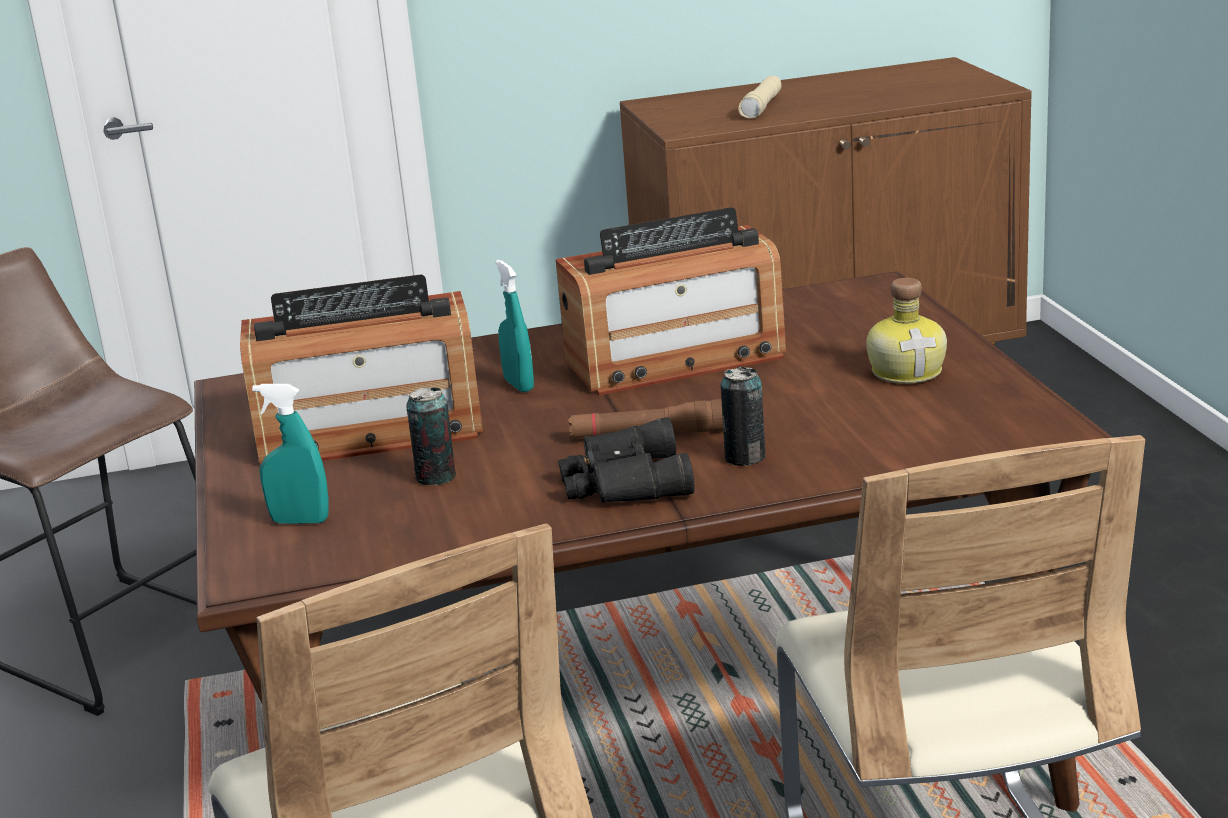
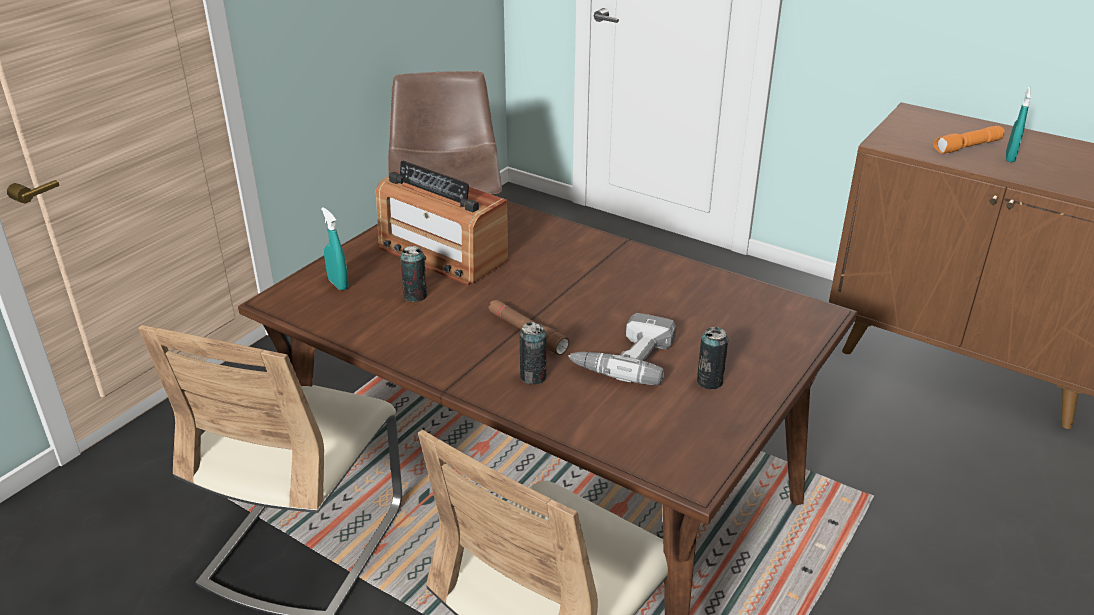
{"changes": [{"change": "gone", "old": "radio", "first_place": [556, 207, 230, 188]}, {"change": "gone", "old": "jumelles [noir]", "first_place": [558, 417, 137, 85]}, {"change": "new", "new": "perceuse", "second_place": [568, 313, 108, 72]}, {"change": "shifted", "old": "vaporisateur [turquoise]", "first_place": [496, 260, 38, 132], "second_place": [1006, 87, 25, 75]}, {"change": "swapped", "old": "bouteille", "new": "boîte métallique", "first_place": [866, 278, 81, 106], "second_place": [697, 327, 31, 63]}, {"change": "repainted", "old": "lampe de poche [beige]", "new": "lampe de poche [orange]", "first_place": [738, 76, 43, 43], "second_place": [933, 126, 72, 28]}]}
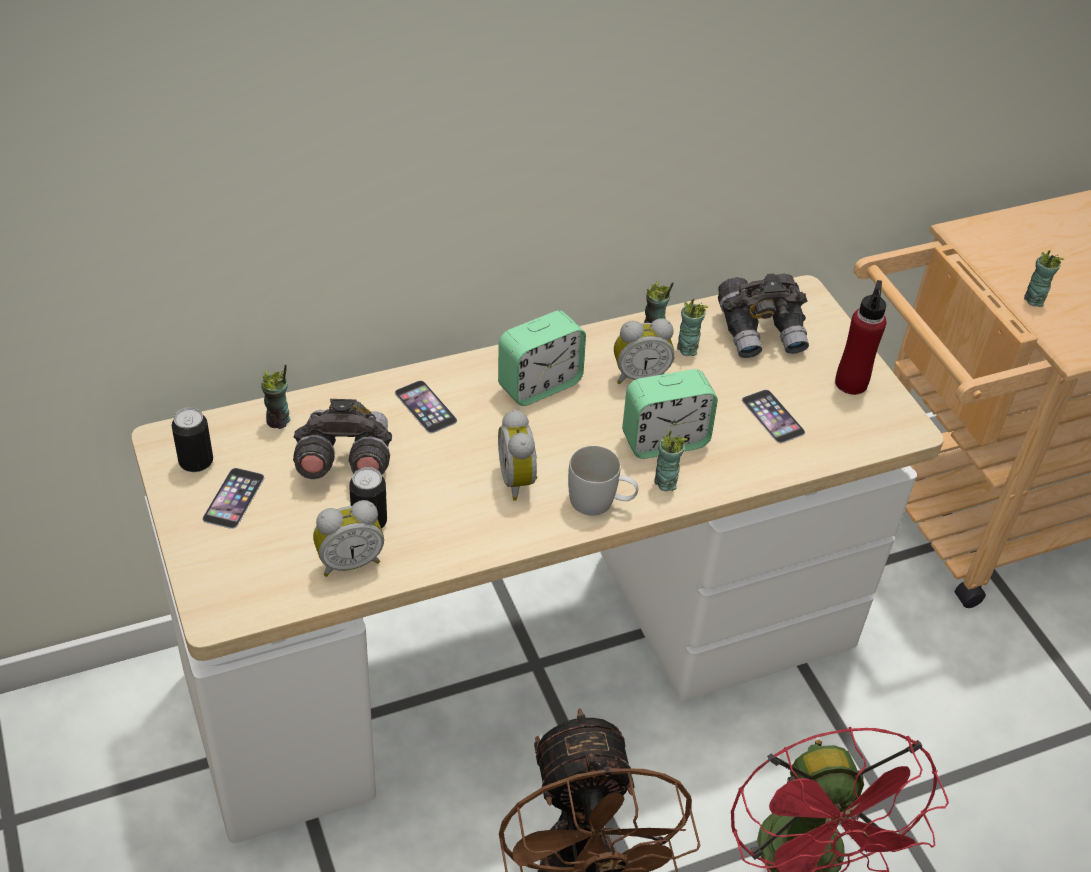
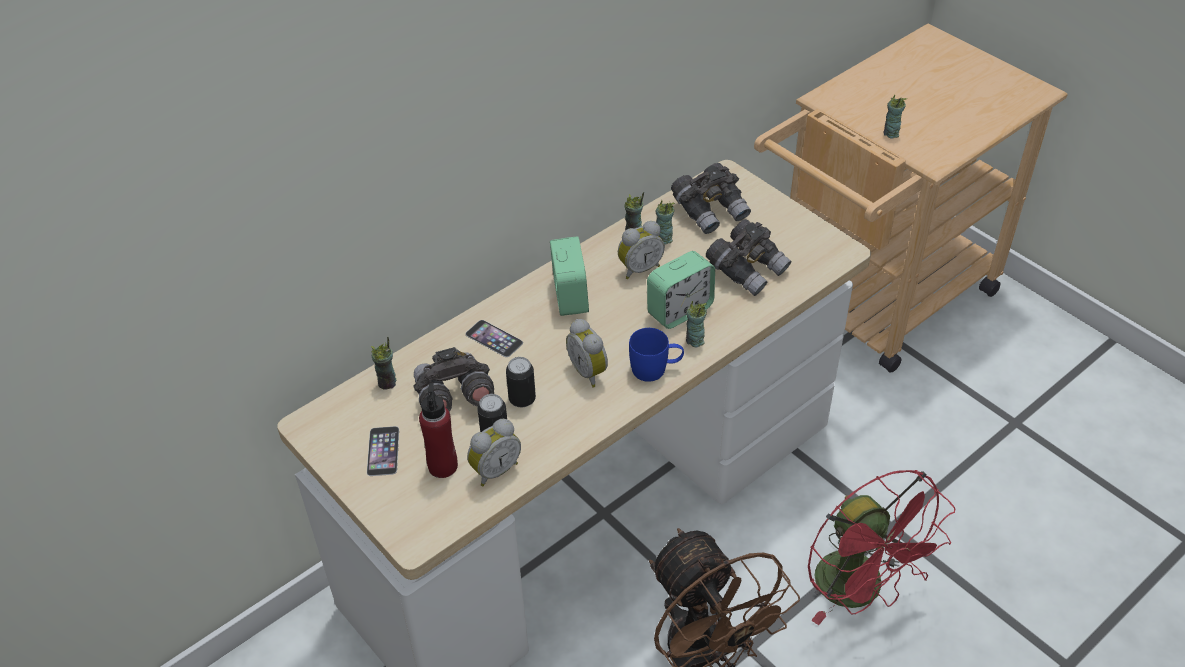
{"changes": [{"change": "shifted", "old": "boîte métallique", "first_place": [172, 407, 41, 65], "second_place": [506, 357, 30, 50]}, {"change": "shifted", "old": "bouteille [rouge]", "first_place": [835, 280, 52, 115], "second_place": [419, 382, 39, 96]}, {"change": "swapped", "old": "téléphone", "new": "jumelles [gris]", "first_place": [742, 389, 63, 54], "second_place": [706, 219, 86, 77]}, {"change": "repainted", "old": "mug [blanc]", "new": "mug [bleu]", "first_place": [568, 446, 70, 69], "second_place": [629, 328, 55, 54]}, {"change": "rotated", "old": "réveil", "first_place": [498, 310, 88, 96], "second_place": [550, 236, 39, 80], "degrees": -45}]}
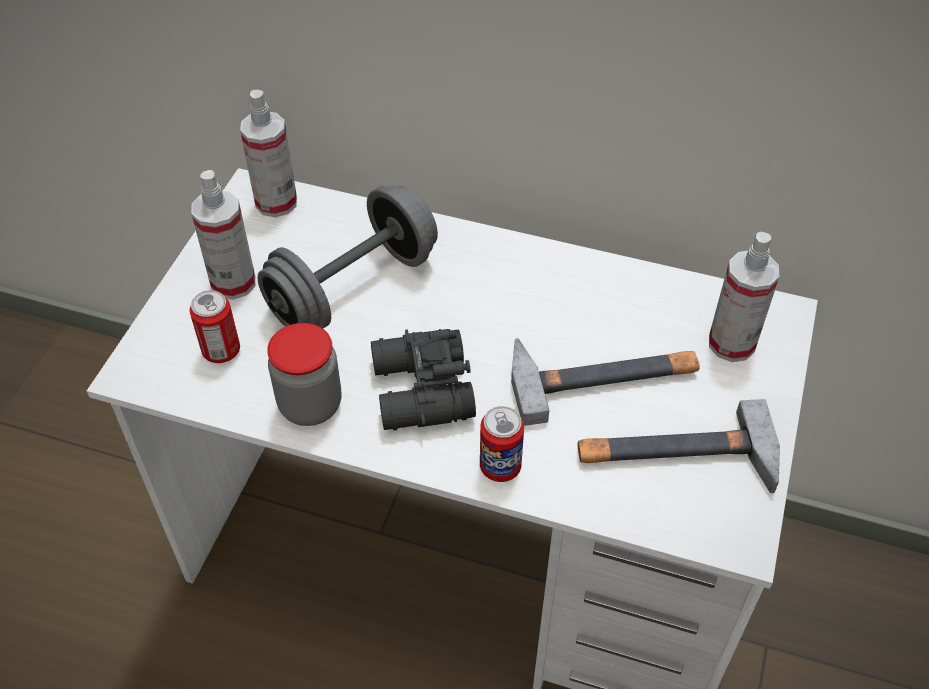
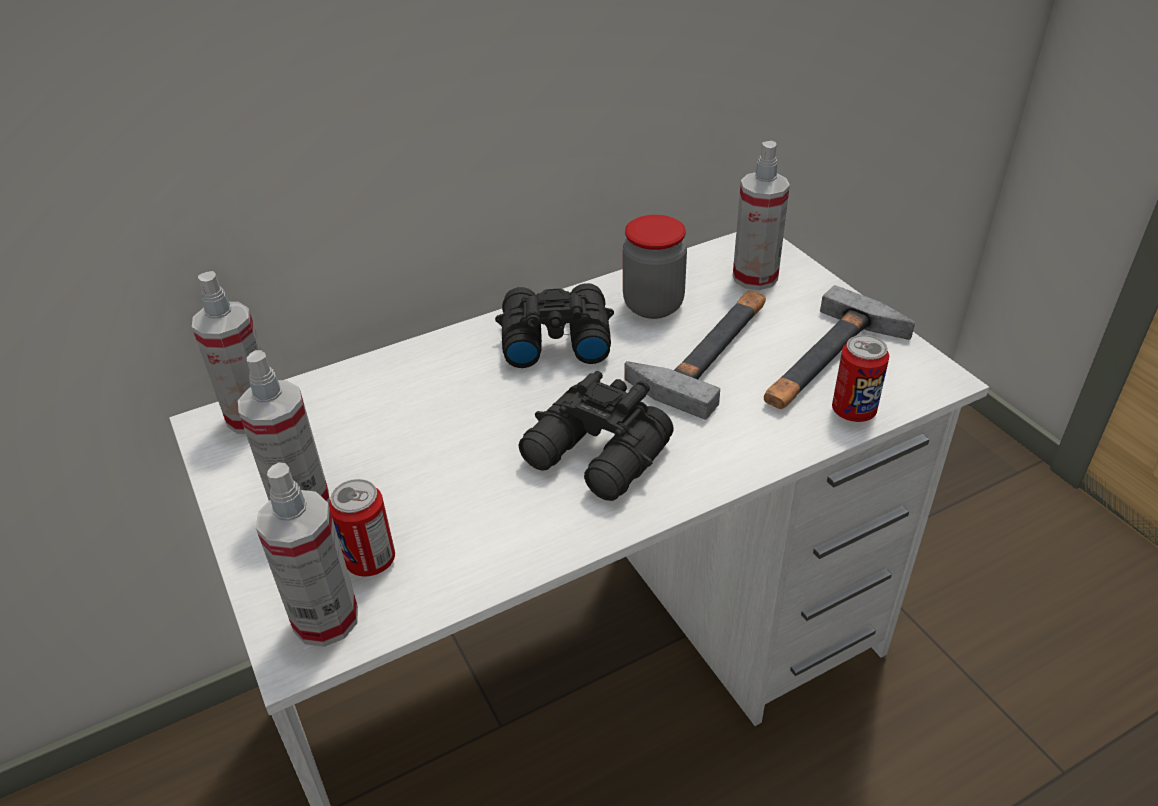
{"changes": [{"change": "gone", "old": "haltère [gris]", "first_place": [258, 186, 180, 143]}, {"change": "new", "new": "vaporisateur", "second_place": [256, 462, 102, 185]}, {"change": "new", "new": "jumelles [noir]", "second_place": [495, 283, 119, 85]}, {"change": "shifted", "old": "bocal", "first_place": [267, 323, 75, 103], "second_place": [623, 215, 64, 104]}, {"change": "shifted", "old": "boîte métallique", "first_place": [480, 406, 44, 76], "second_place": [832, 335, 57, 87]}]}
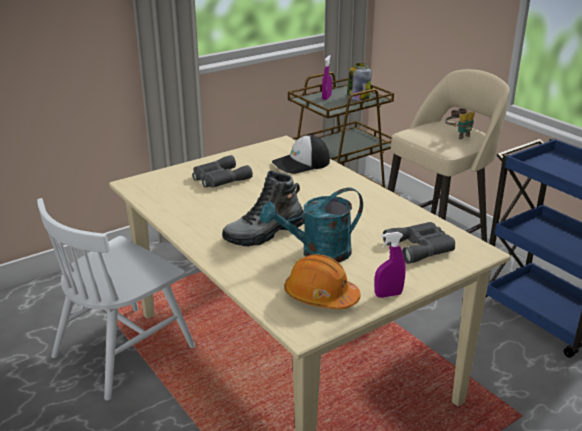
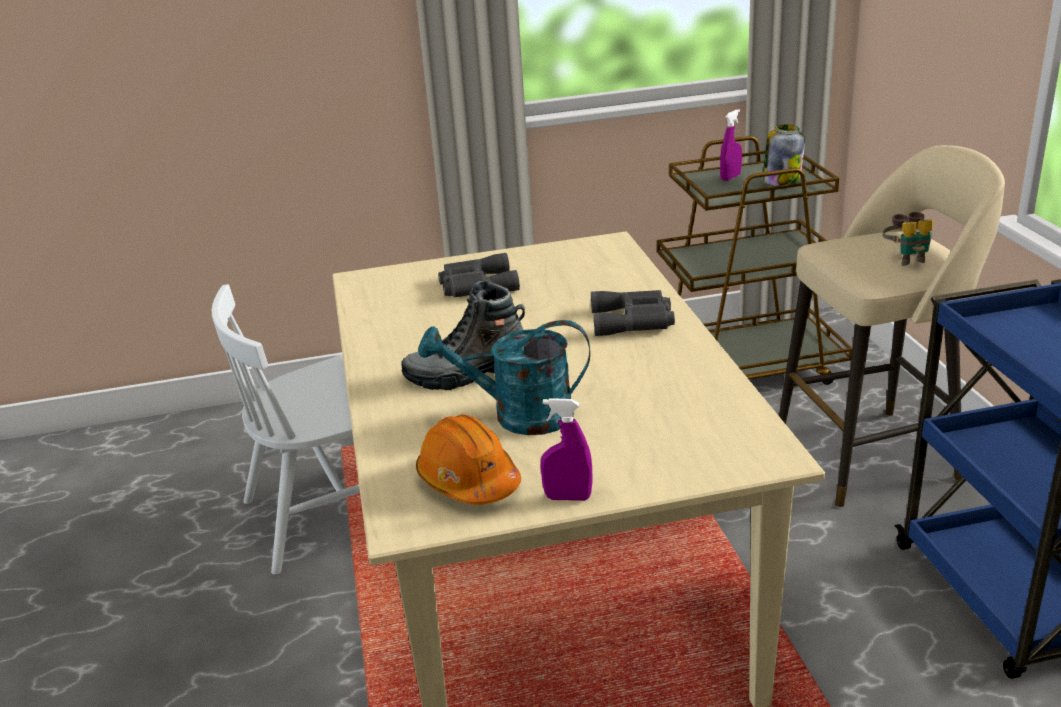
{"changes": [{"change": "gone", "old": "casquette", "first_place": [272, 135, 58, 39]}, {"change": "shifted", "old": "jumelles [gris]", "first_place": [383, 222, 72, 42], "second_place": [591, 290, 84, 46]}]}
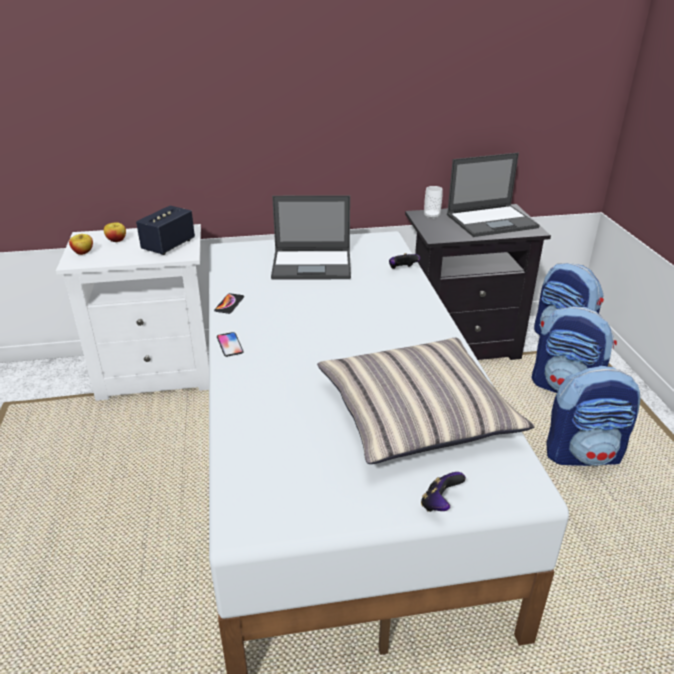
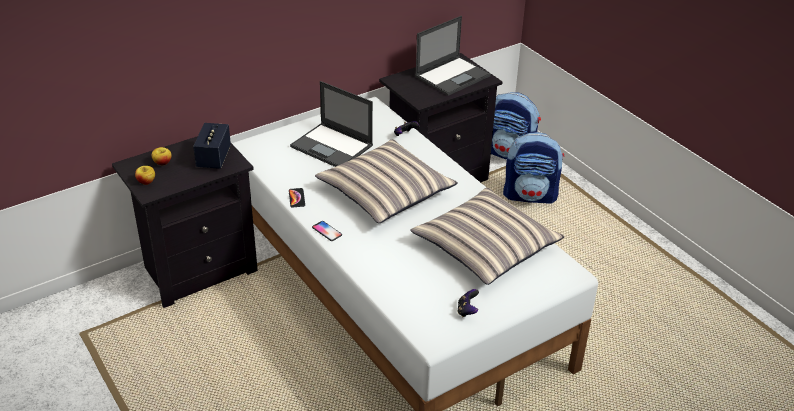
{"changes": [{"change": "gone", "old": "tasse", "first_place": [424, 186, 18, 33]}, {"change": "gone", "old": "sac à dos", "first_place": [546, 366, 94, 100]}, {"change": "new", "new": "coussin", "second_place": [315, 139, 143, 84]}, {"change": "shifted", "old": "manette", "first_place": [421, 472, 45, 40], "second_place": [457, 289, 22, 28]}, {"change": "repainted", "old": "table de chevet [blanc]", "new": "table de chevet [noir]", "first_place": [56, 224, 153, 177], "second_place": [112, 136, 146, 172]}, {"change": "rotated", "old": "ordinateur portable", "first_place": [271, 195, 80, 85], "second_place": [290, 81, 83, 86], "degrees": 60}]}
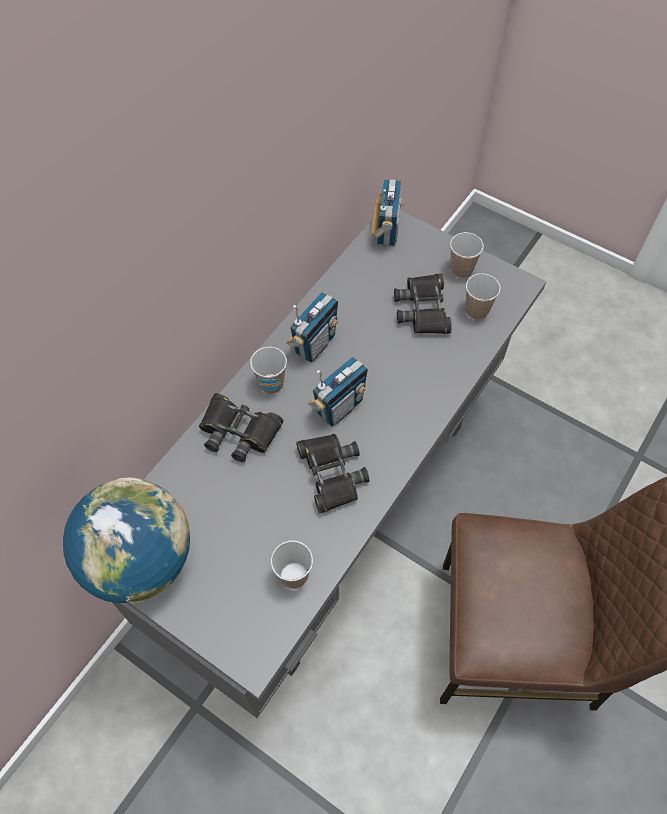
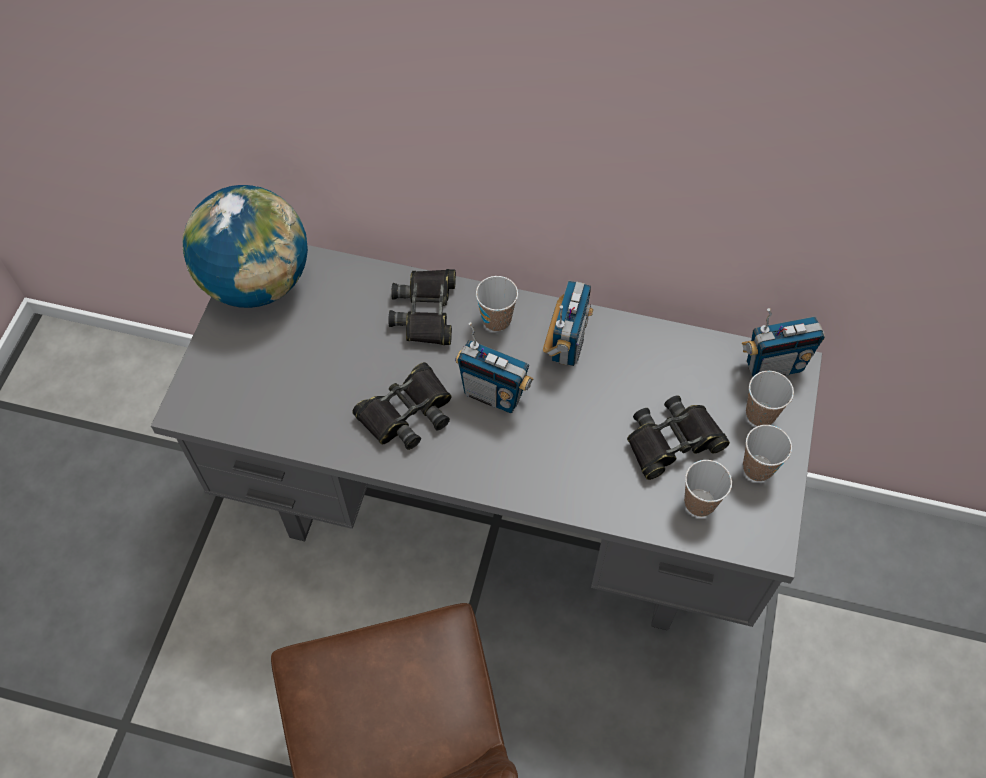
{"changes": [{"change": "shifted", "old": "tasse", "first_place": [271, 540, 42, 49], "second_place": [746, 371, 48, 55]}, {"change": "rotated", "old": "radio", "first_place": [286, 292, 52, 70], "second_place": [543, 280, 50, 86], "degrees": -90}]}
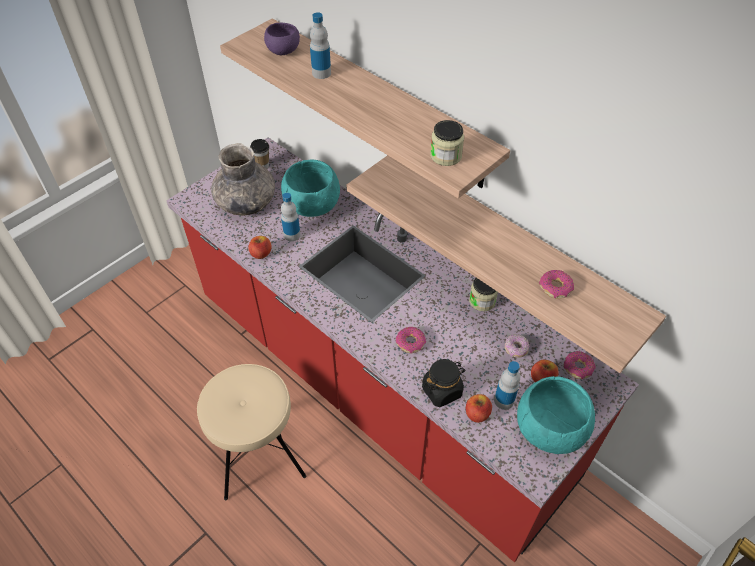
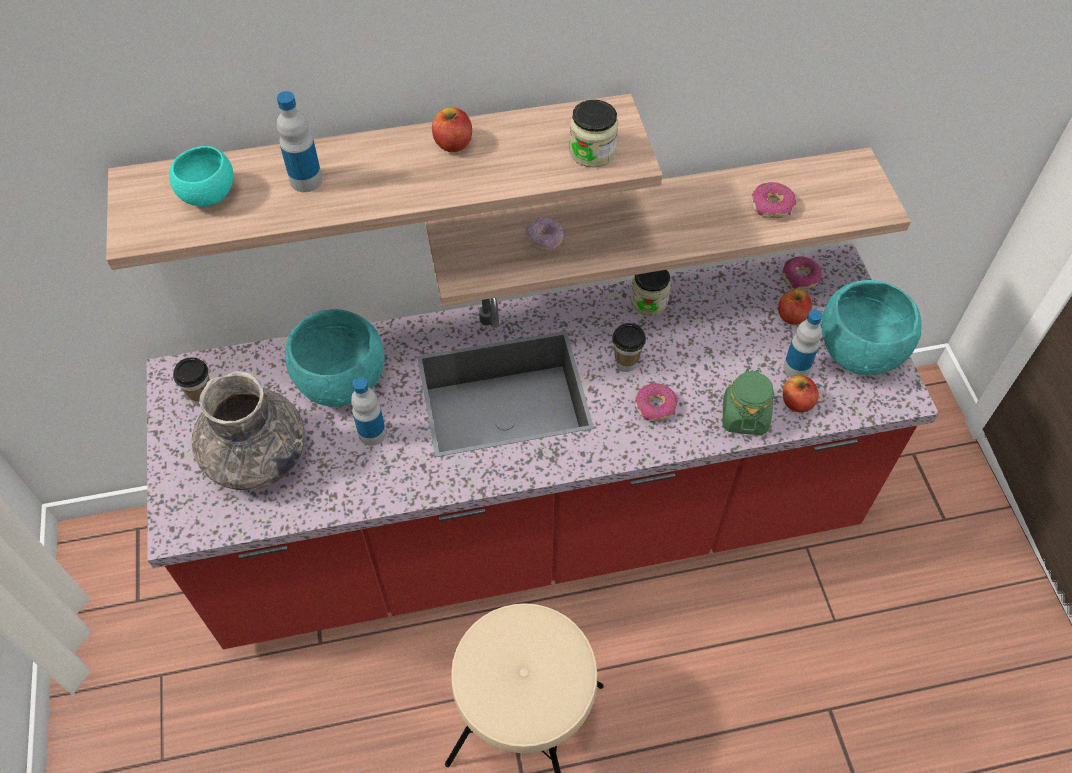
{"changes": [{"change": "new", "new": "tasse", "second_place": [612, 323, 34, 49]}, {"change": "shifted", "old": "pomme", "first_place": [248, 236, 24, 23], "second_place": [432, 107, 40, 45]}, {"change": "shifted", "old": "beignet", "first_place": [505, 334, 24, 24], "second_place": [526, 217, 37, 34]}, {"change": "repainted", "old": "bol [violet]", "new": "bol [turquoise]", "first_place": [264, 23, 36, 32], "second_place": [169, 146, 65, 61]}, {"change": "repainted", "old": "bocal [noir]", "new": "bocal [vert]", "first_place": [422, 359, 43, 48], "second_place": [723, 368, 51, 67]}]}
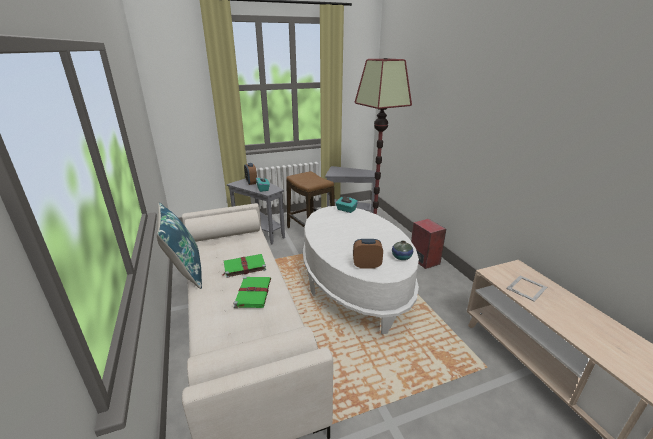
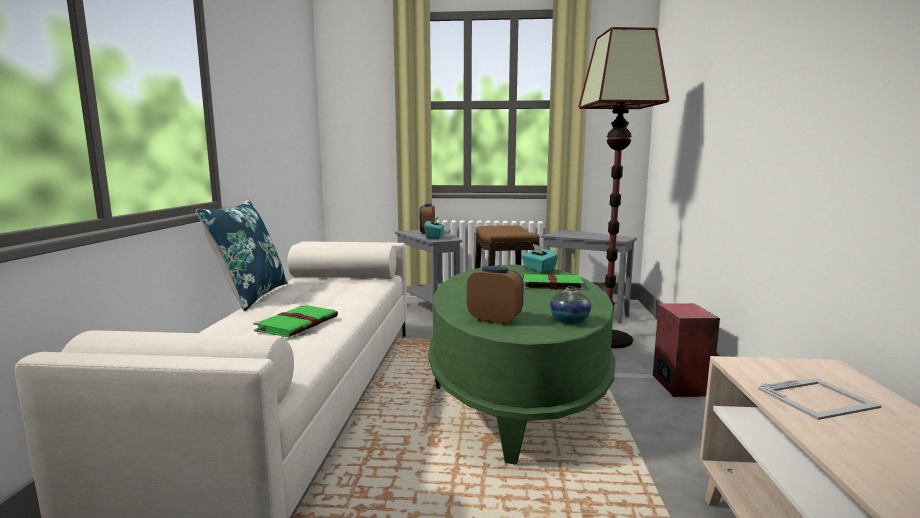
{"changes": [{"change": "shifted", "old": "livre [vert]", "first_place": [222, 254, 44, 24], "second_place": [523, 274, 61, 16]}, {"change": "repainted", "old": "table basse [blanc]", "new": "table basse [vert]", "first_place": [303, 206, 116, 128], "second_place": [429, 265, 187, 200]}]}
